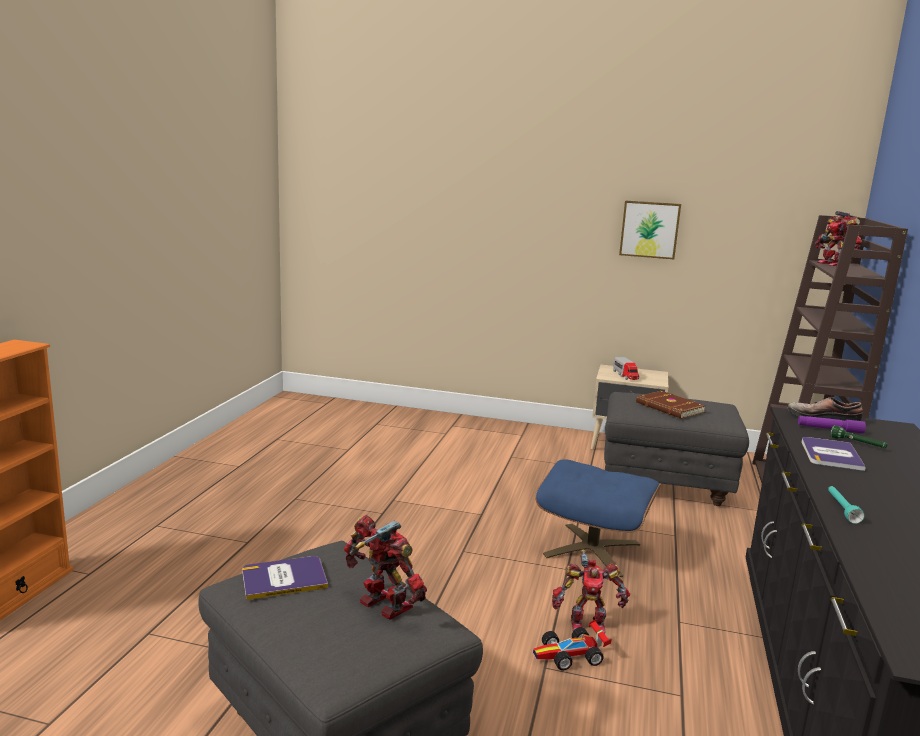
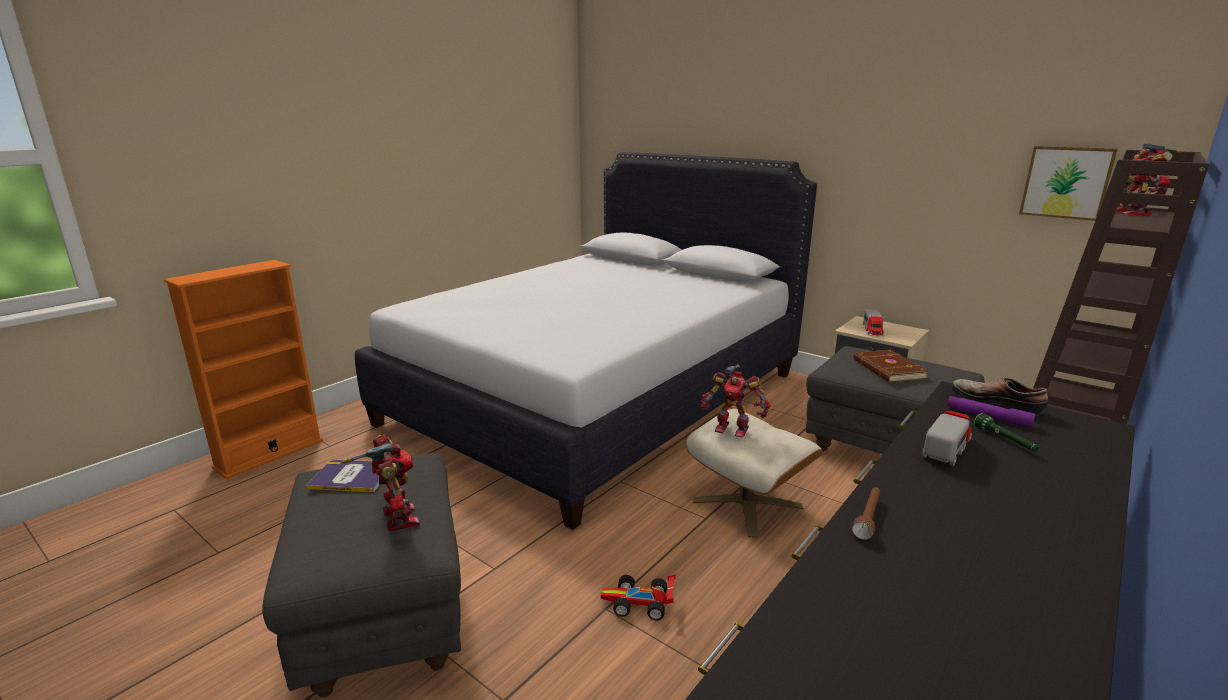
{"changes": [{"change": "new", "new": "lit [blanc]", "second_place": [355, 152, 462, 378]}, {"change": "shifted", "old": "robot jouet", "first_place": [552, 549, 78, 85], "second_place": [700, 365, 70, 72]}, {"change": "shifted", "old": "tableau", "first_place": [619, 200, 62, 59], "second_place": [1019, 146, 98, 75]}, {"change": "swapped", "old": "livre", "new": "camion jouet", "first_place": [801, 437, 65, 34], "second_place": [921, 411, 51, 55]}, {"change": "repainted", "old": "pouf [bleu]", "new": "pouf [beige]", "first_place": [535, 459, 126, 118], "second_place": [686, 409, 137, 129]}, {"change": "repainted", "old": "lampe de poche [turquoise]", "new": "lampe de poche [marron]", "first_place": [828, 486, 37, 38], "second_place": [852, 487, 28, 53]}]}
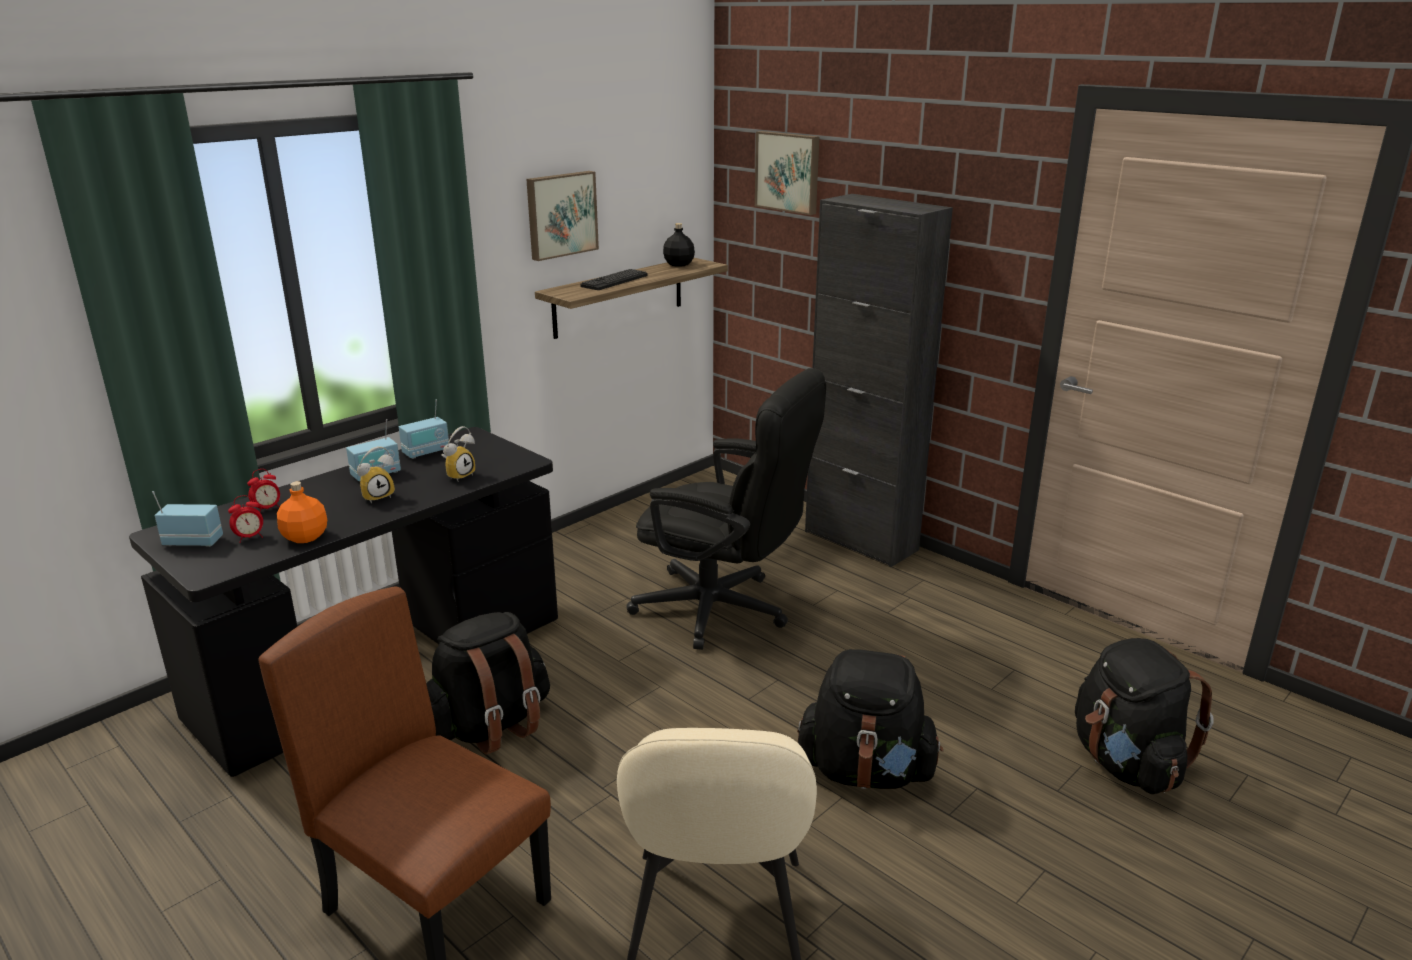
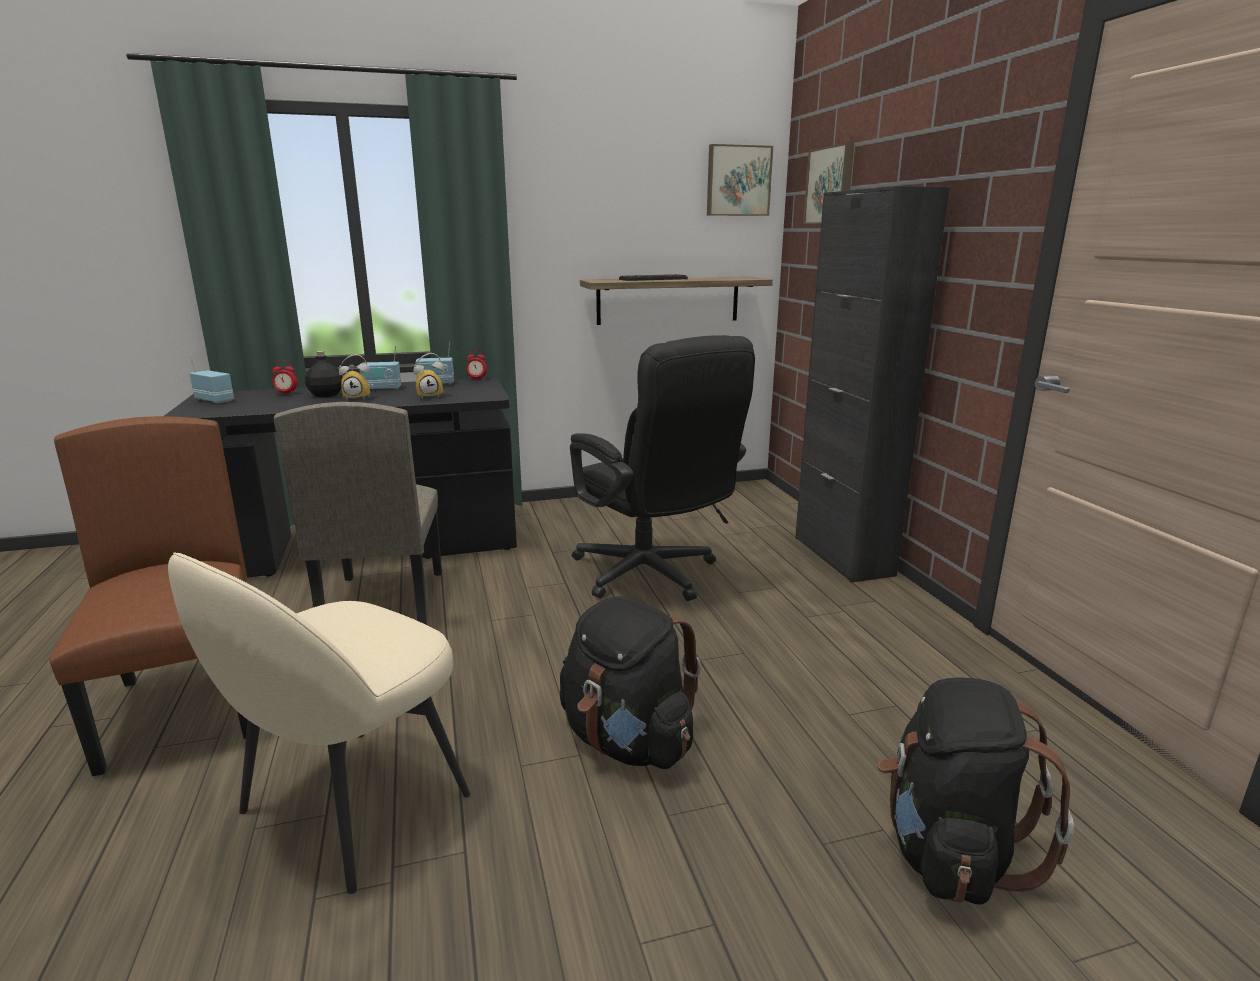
{"changes": [{"change": "gone", "old": "bouteille [orange]", "first_place": [277, 481, 50, 62]}, {"change": "shifted", "old": "réveil", "first_place": [228, 495, 35, 48], "second_place": [466, 349, 21, 31]}, {"change": "shifted", "old": "tableau", "first_place": [526, 171, 73, 90], "second_place": [707, 144, 66, 72]}, {"change": "shifted", "old": "bouteille [noir]", "first_place": [663, 223, 32, 44], "second_place": [305, 351, 38, 46]}, {"change": "swapped", "old": "sac à dos [noir]", "new": "chaise [beige]", "first_place": [426, 612, 124, 143], "second_place": [274, 402, 168, 223]}]}
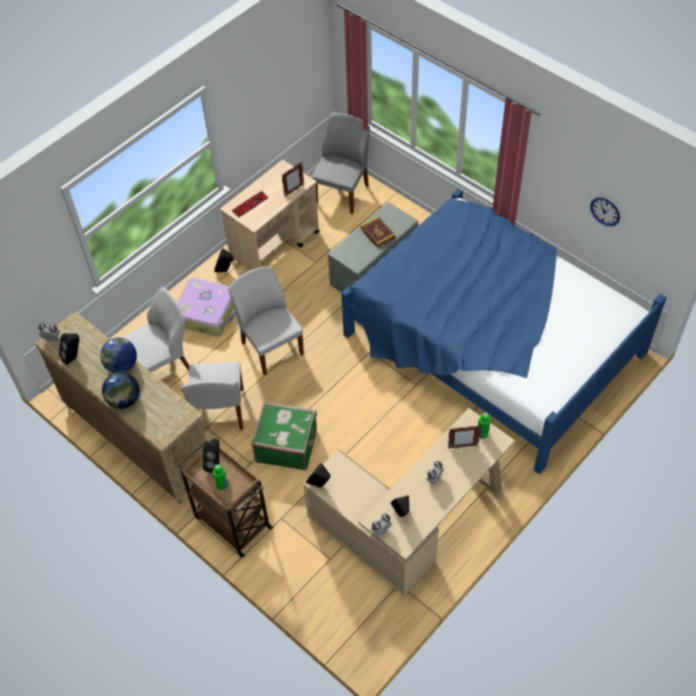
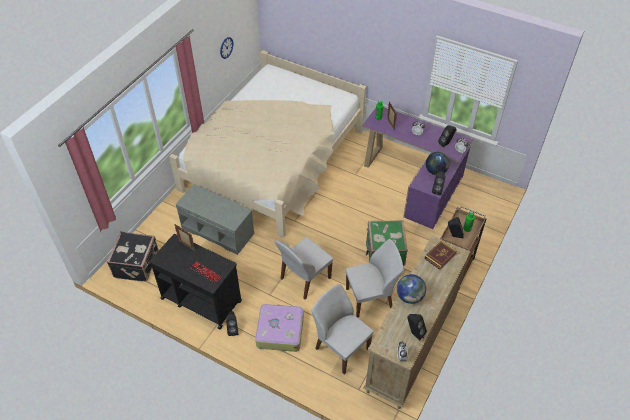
{"changes": [{"change": "shifted", "old": "globe", "first_place": [102, 372, 38, 37], "second_place": [426, 152, 24, 23]}, {"change": "shifted", "old": "livre", "first_place": [360, 216, 35, 32], "second_place": [424, 240, 33, 30]}, {"change": "swapped", "old": "chaise [gris]", "new": "valise [noir]", "first_place": [311, 113, 59, 101], "second_place": [107, 231, 52, 51]}, {"change": "repainted", "old": "chariot [beige]", "new": "chariot [noir]", "first_place": [220, 160, 100, 110], "second_place": [149, 234, 93, 95]}, {"change": "repainted", "old": "bureau [beige]", "new": "bureau [violet]", "first_place": [303, 408, 212, 188], "second_place": [362, 107, 111, 122]}, {"change": "repainted", "old": "lit [bleu]", "new": "lit [beige]", "first_place": [341, 188, 326, 286], "second_place": [169, 50, 197, 188]}]}
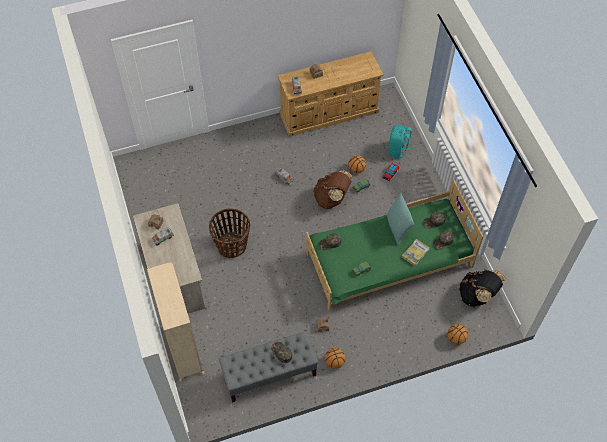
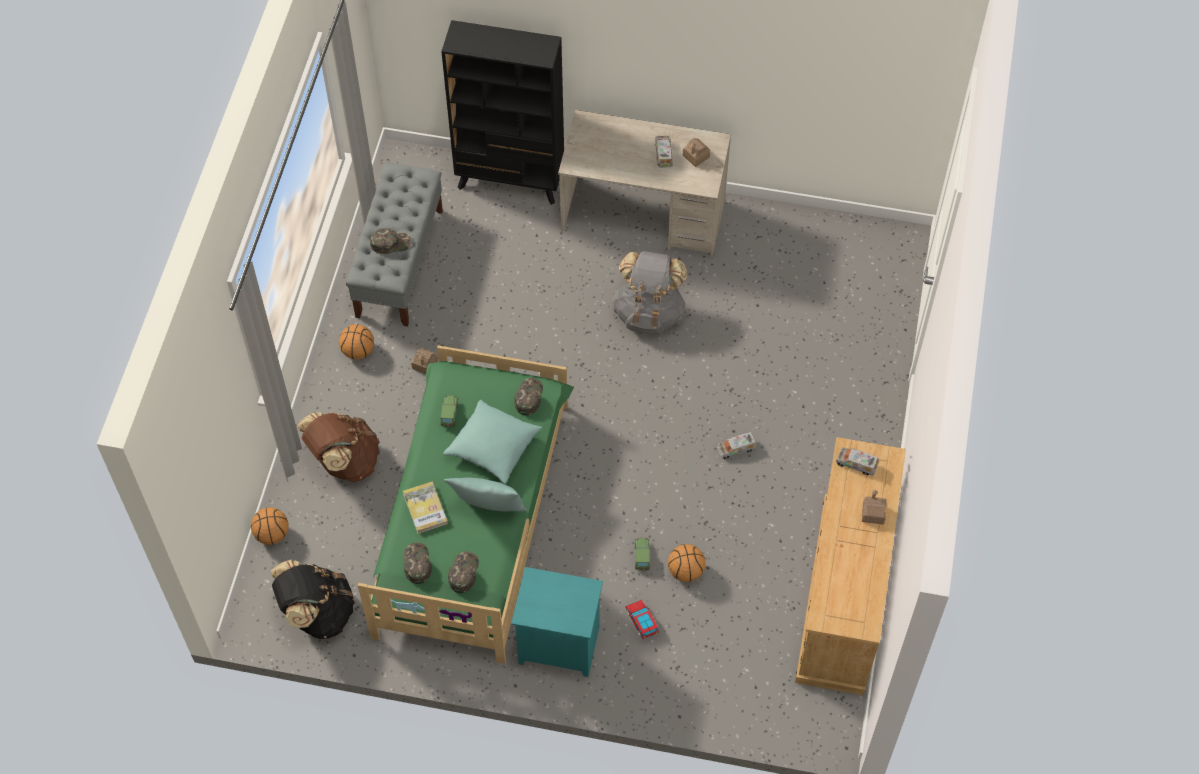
{"changes": [{"change": "gone", "old": "sac à dos [turquoise]", "first_place": [388, 125, 25, 33]}, {"change": "new", "new": "coussin [turquoise]", "second_place": [443, 400, 99, 84]}, {"change": "new", "new": "table de chevet [turquoise]", "second_place": [511, 567, 92, 110]}, {"change": "shifted", "old": "sac à dos [marron]", "first_place": [313, 170, 40, 39], "second_place": [297, 412, 83, 70]}, {"change": "swapped", "old": "panier", "new": "sac à dos [gris]", "first_place": [209, 209, 41, 49], "second_place": [612, 251, 75, 84]}, {"change": "repainted", "old": "bibliothèque [beige]", "new": "bibliothèque [noir]", "first_place": [147, 262, 58, 120], "second_place": [441, 20, 123, 185]}]}
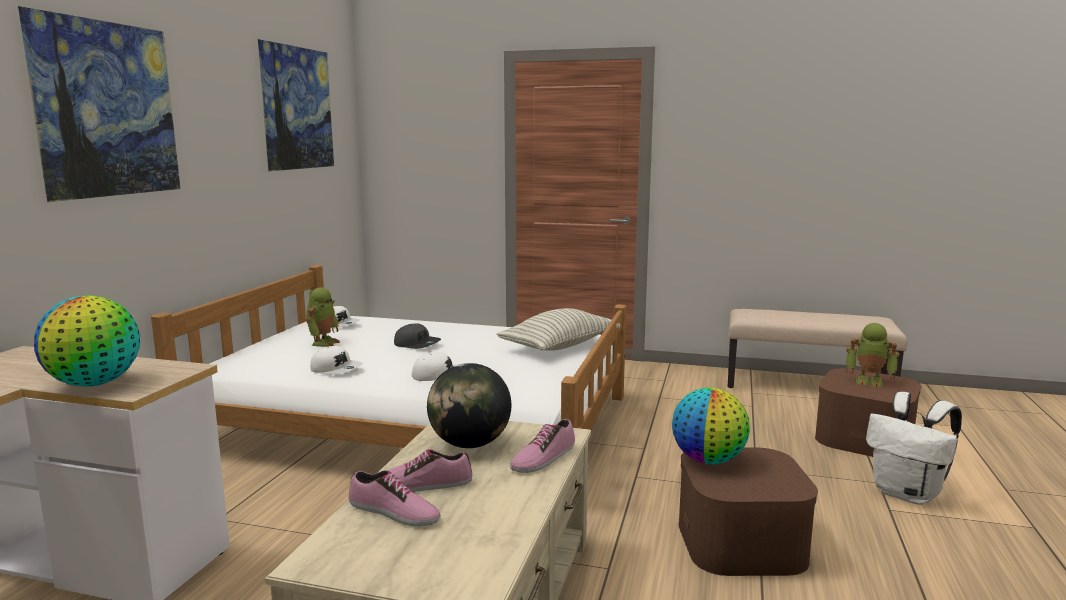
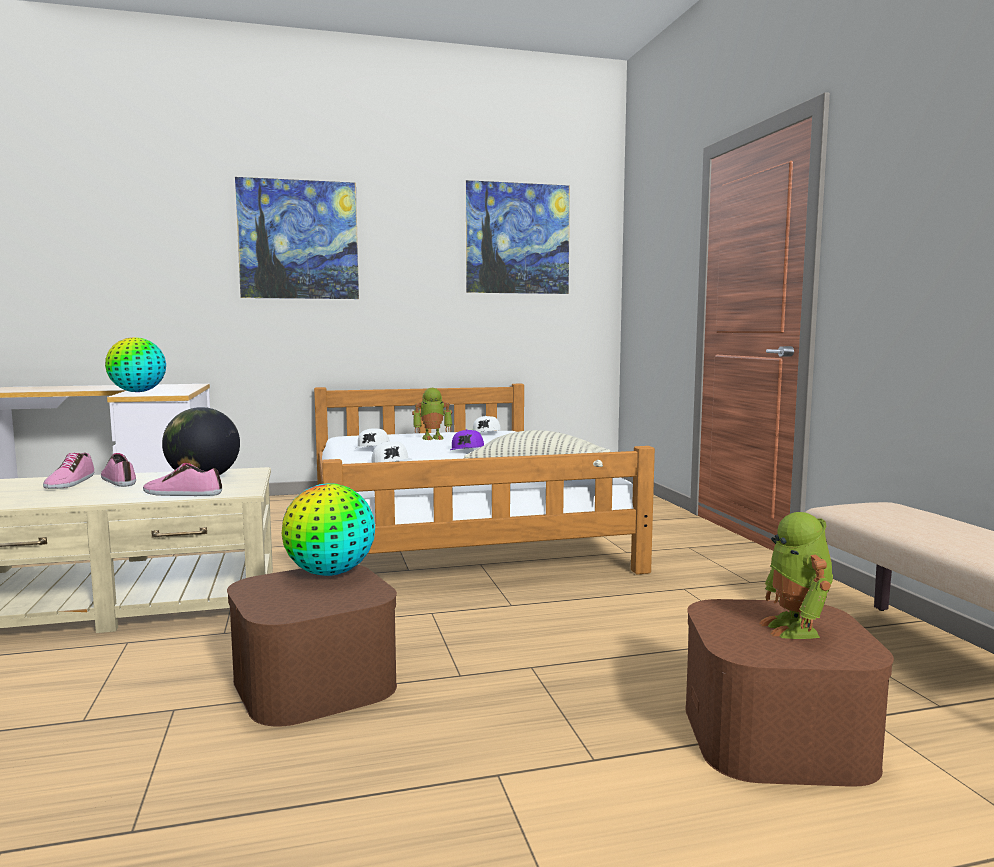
{"changes": [{"change": "gone", "old": "sac à dos [blanc]", "first_place": [866, 392, 96, 113]}, {"change": "repainted", "old": "casquette [gris]", "new": "casquette [violet]", "first_place": [394, 323, 47, 26], "second_place": [450, 429, 34, 21]}]}
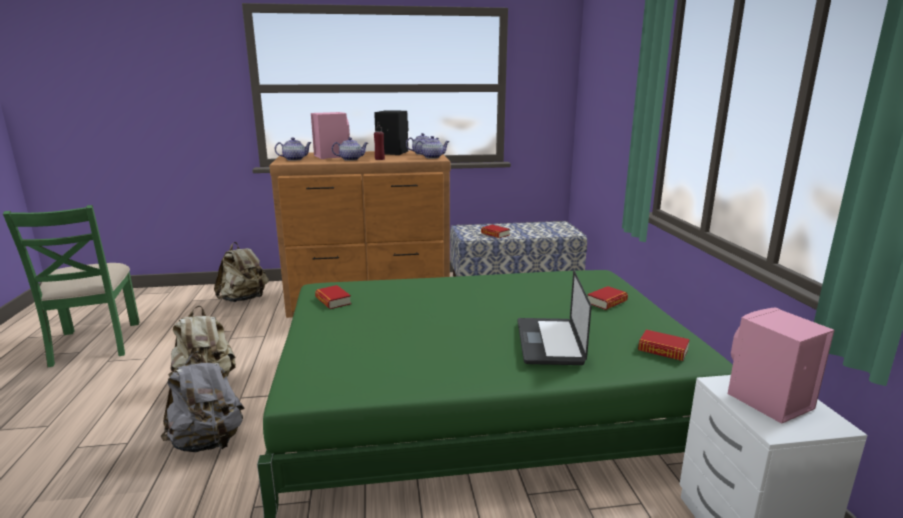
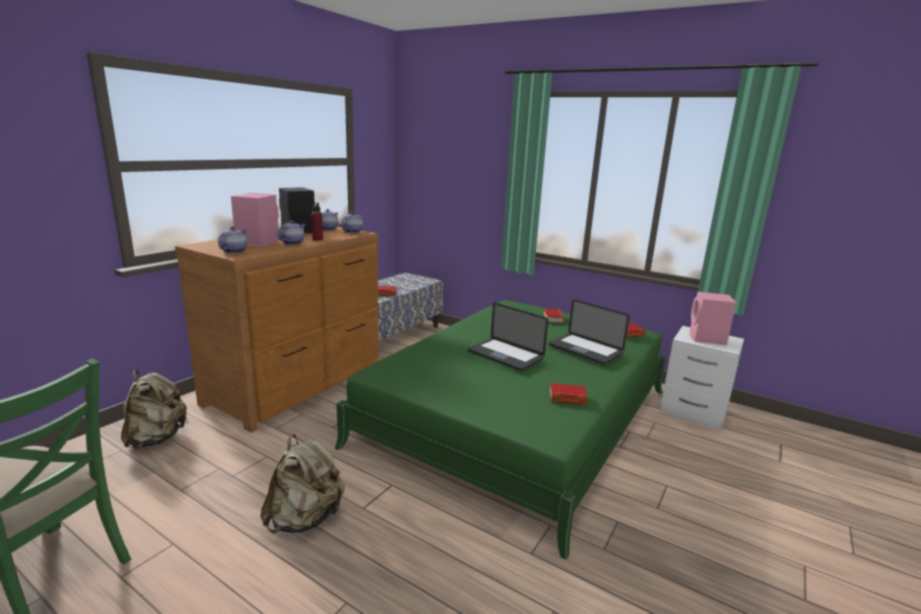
{"changes": [{"change": "gone", "old": "sac à dos [gris]", "first_place": [161, 351, 83, 101]}, {"change": "new", "new": "ordinateur portable", "second_place": [468, 302, 80, 69]}, {"change": "shifted", "old": "livre", "first_place": [315, 285, 36, 24], "second_place": [550, 383, 37, 22]}]}
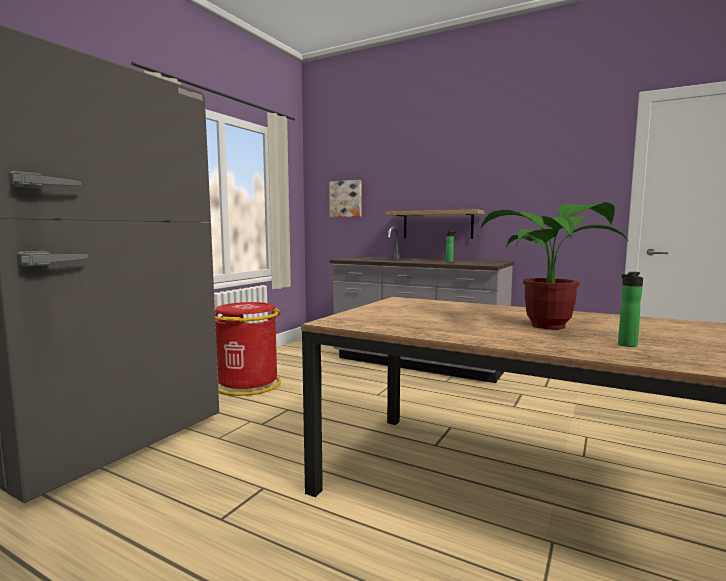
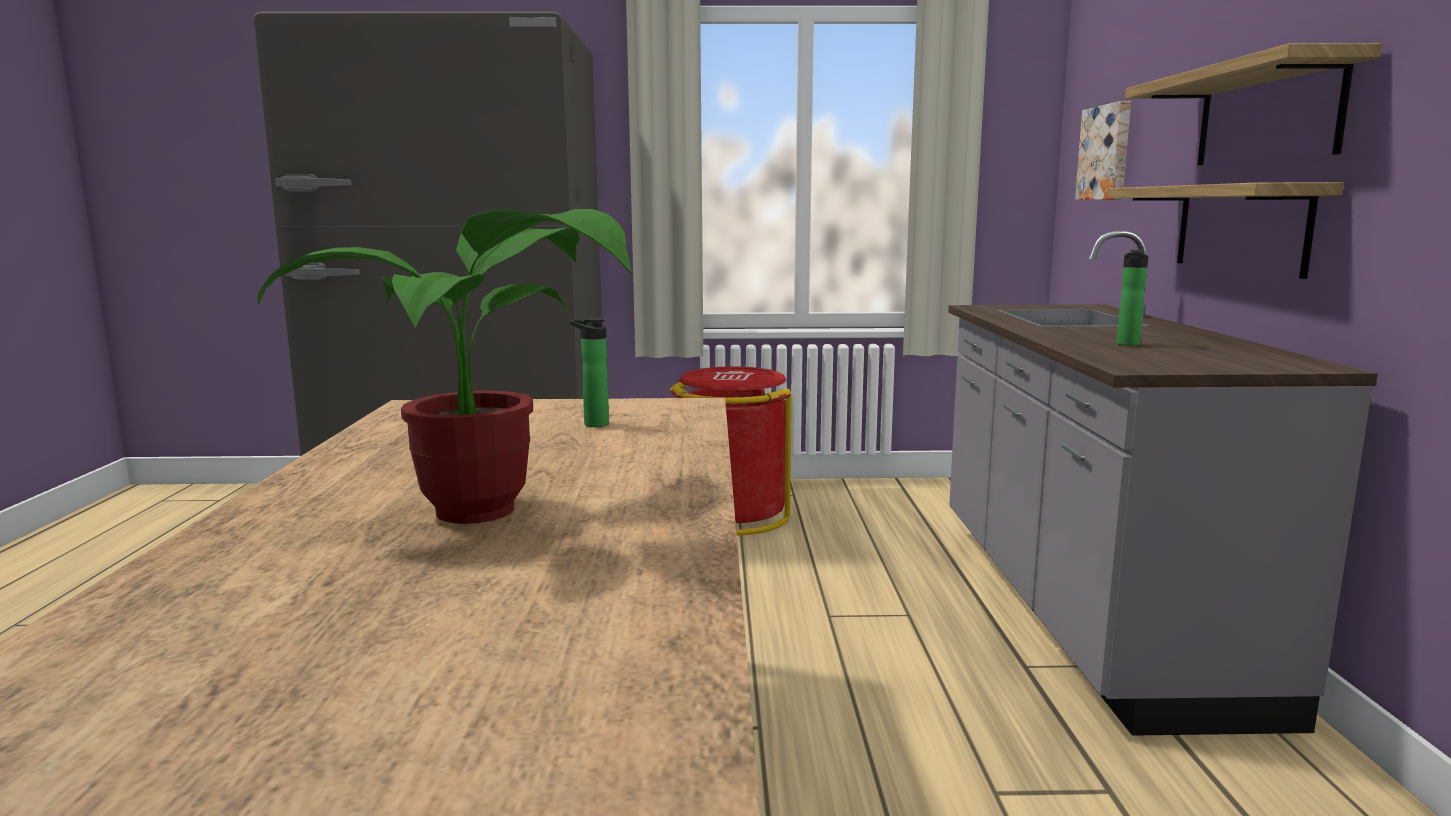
{"changes": [{"change": "new", "new": "étagère", "second_place": [1125, 43, 257, 122]}, {"change": "shifted", "old": "bouteille", "first_place": [618, 272, 25, 75], "second_place": [570, 318, 39, 109]}]}
